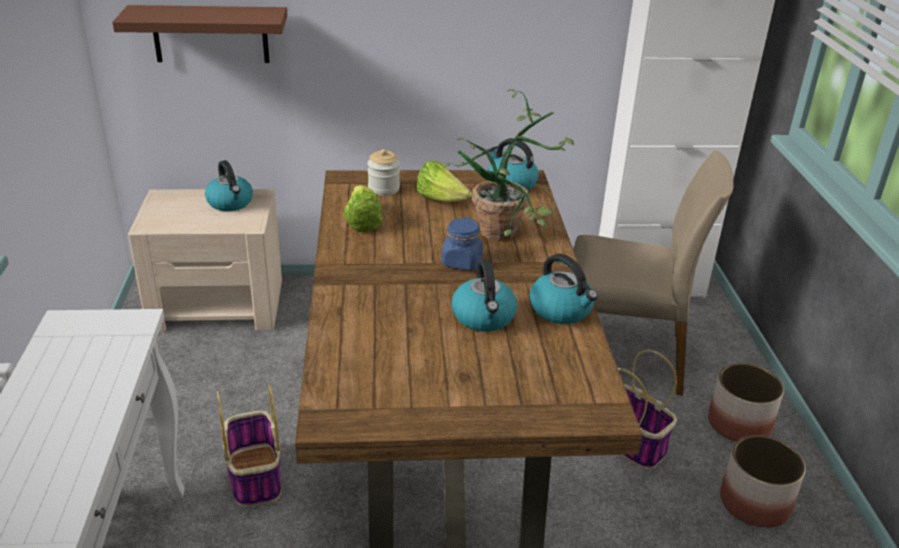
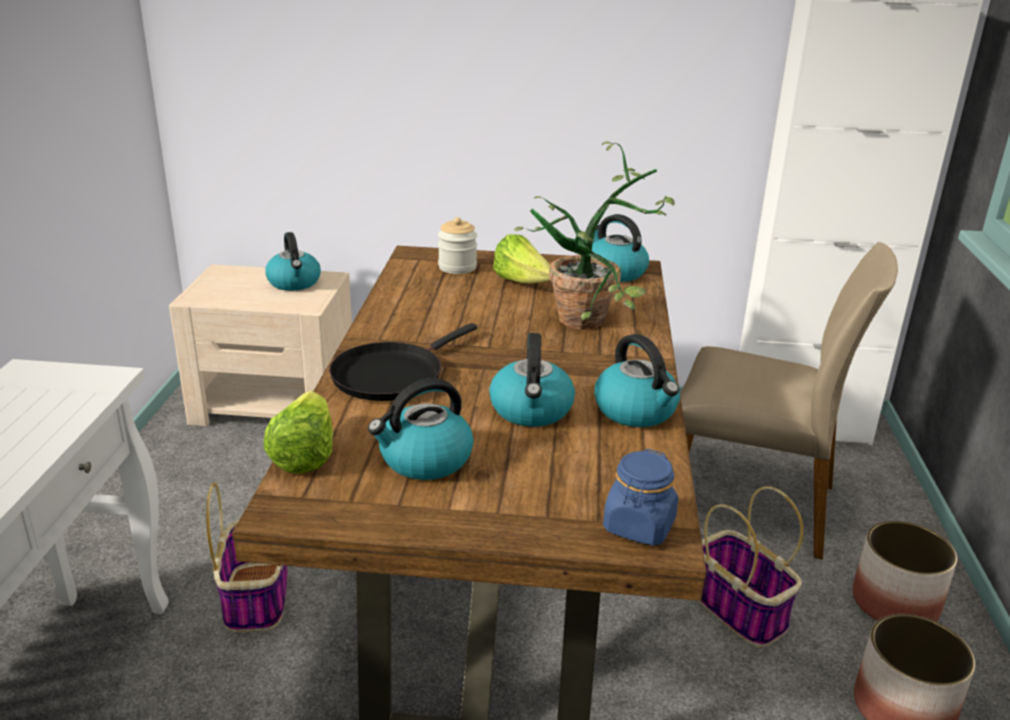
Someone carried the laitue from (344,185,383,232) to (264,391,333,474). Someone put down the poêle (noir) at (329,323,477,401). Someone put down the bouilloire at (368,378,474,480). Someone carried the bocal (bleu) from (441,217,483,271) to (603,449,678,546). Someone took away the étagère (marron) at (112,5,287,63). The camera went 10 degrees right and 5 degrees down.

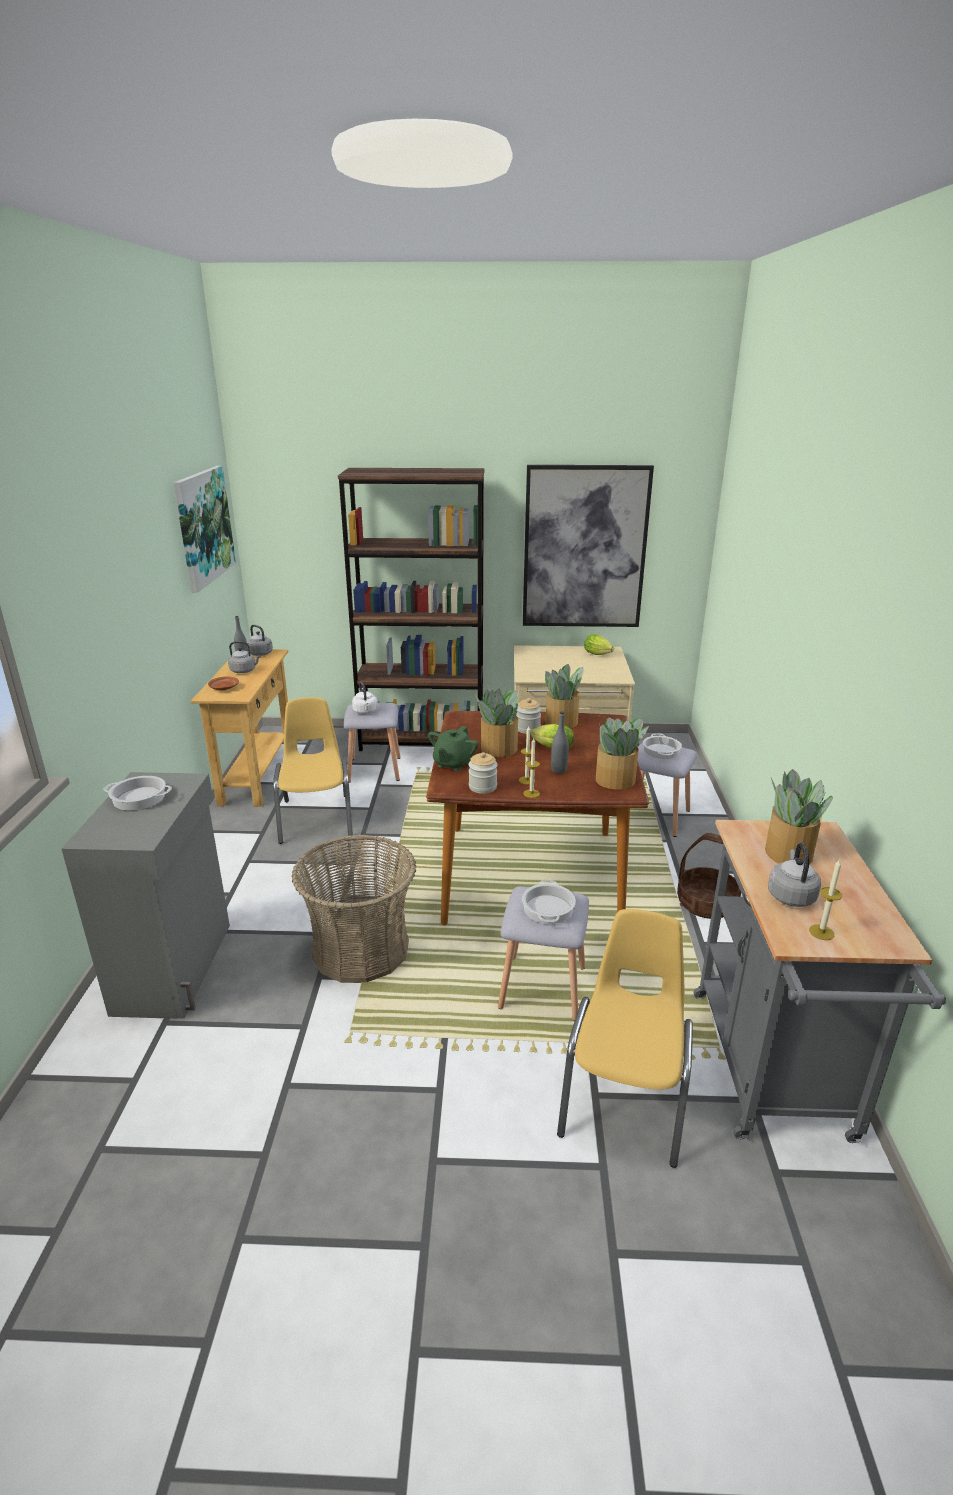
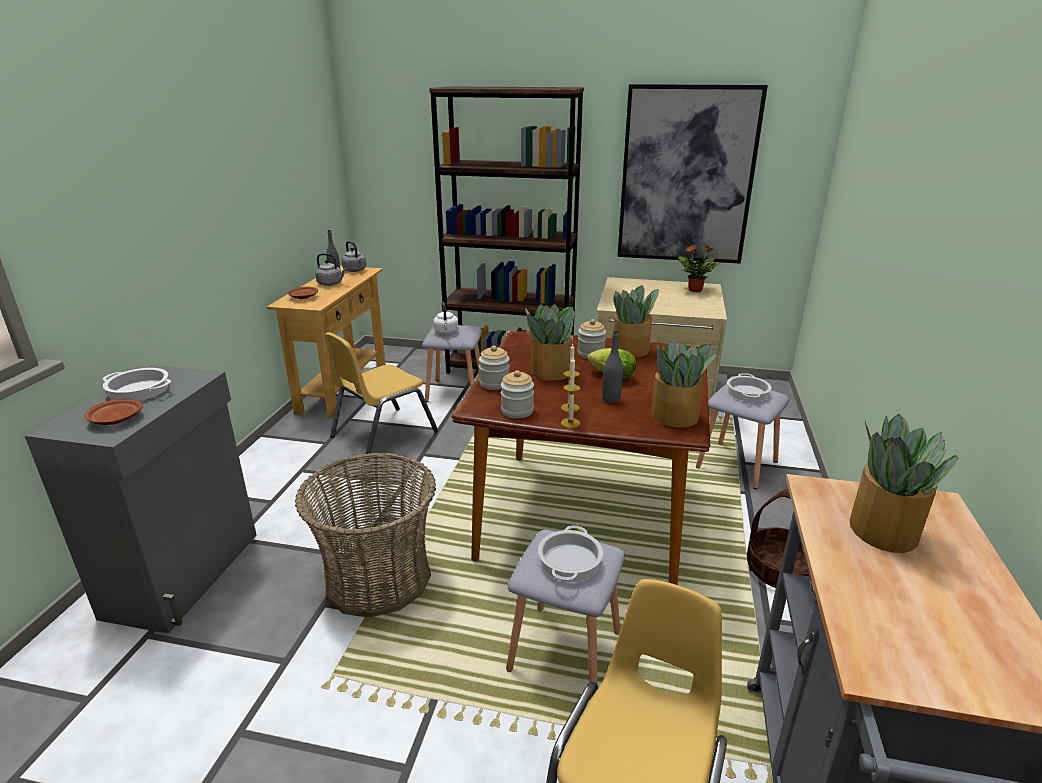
Someone put down the assiette (marron) at (84,399,143,425). Someone rotated the chaise (jaune) at (273,697,353,844) by 135 degrees counterclockwise. Someone swapped the théière (vert) at (428,726,479,771) for the bocal at (479,346,509,390). Someone swapped the laitue at (584,634,614,655) for the plante en pot at (678,244,720,292). Someone took away the tableau at (174,466,236,593). Someone took away the bouilloire (gris) at (768,843,821,907). Someone took away the bougie at (809,859,842,940). The camera went 10 degrees right and 0 degrees up.

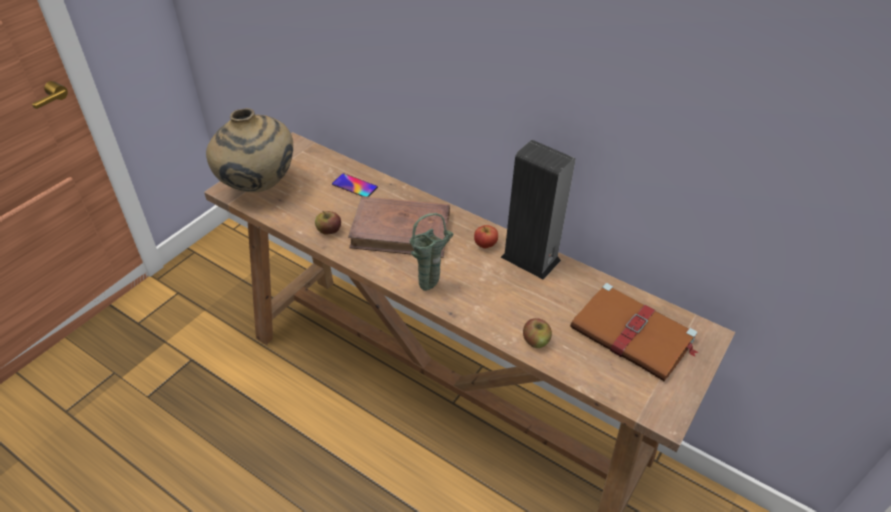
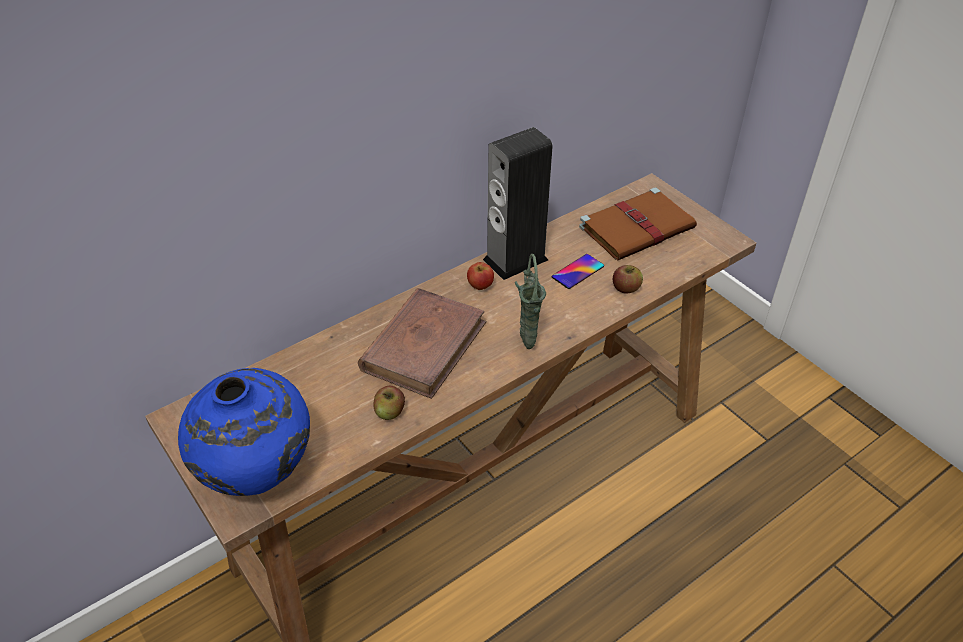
Someone repainted the vase (beige) at (206,108,293,192), which became the vase (bleu) at (178,368,310,496). Someone carried the téléphone from (332,173,378,197) to (552,254,604,289). The camera went 70 degrees left and 0 degrees up.

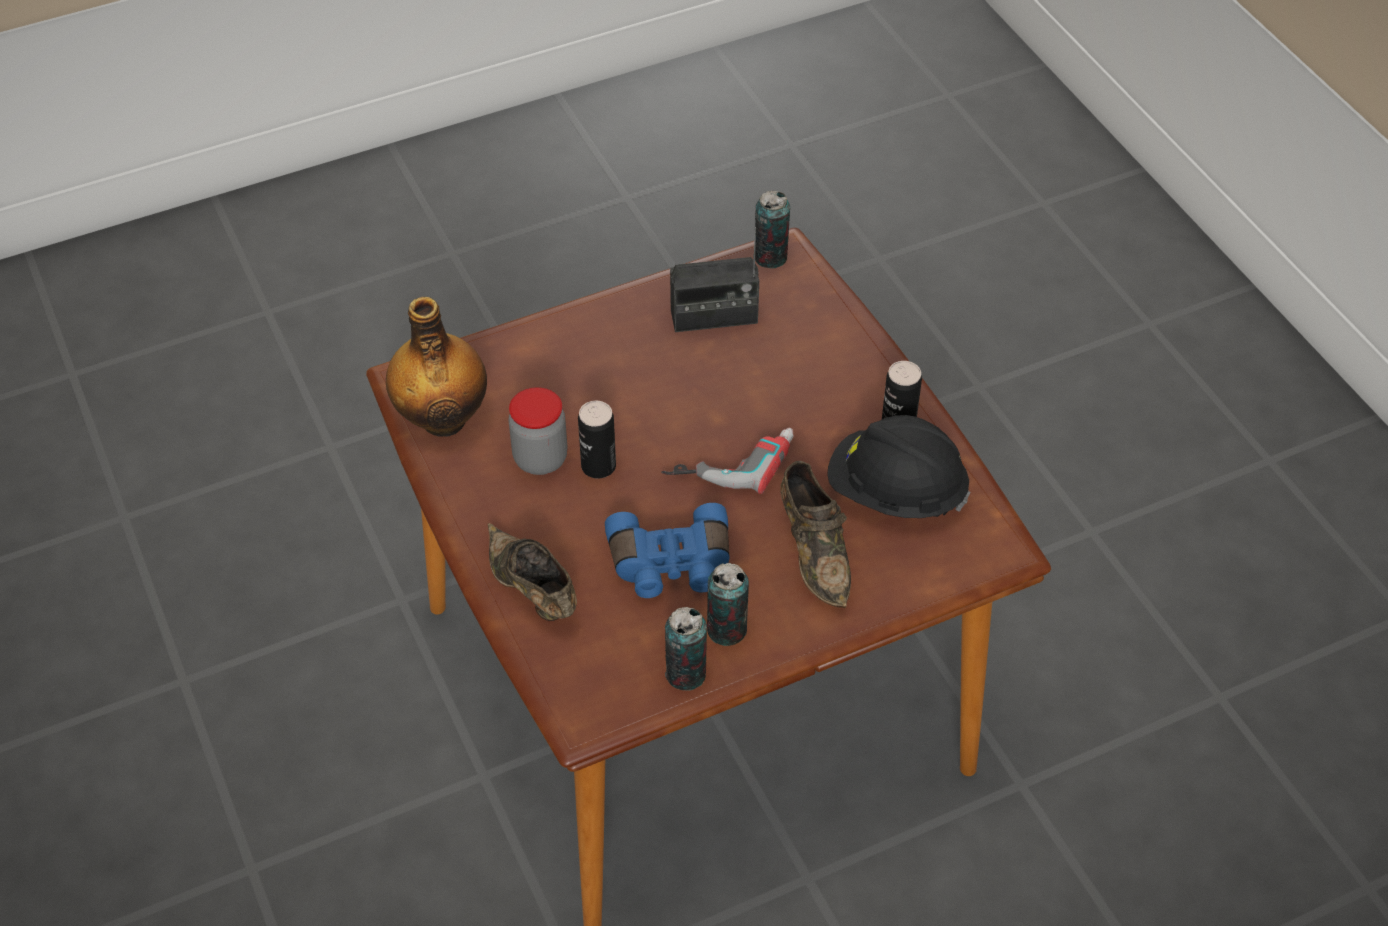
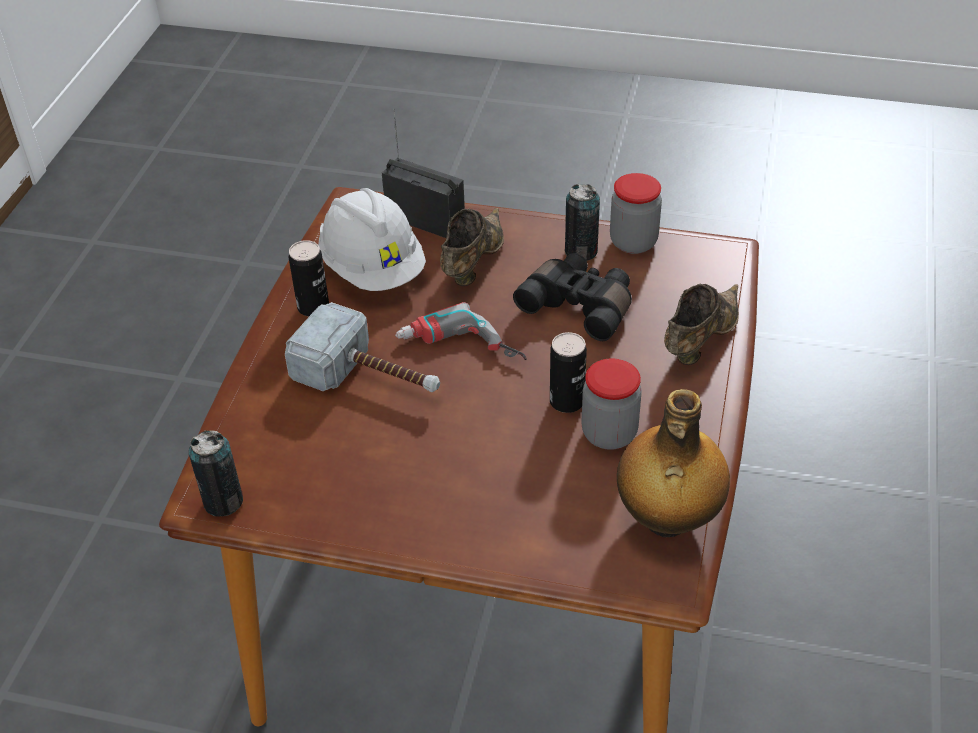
Someone put down the marteau at (285,302,440,392). Someone repainted the casque de chantier (noir) at (827,415,971,518), which became the casque de chantier (blanc) at (318,188,426,291). Someone carried the radio from (670,227,759,332) to (382,109,465,238). Someone repainted the jumelles (bleu) at (605,503,730,598), which became the jumelles (noir) at (513,253,632,341). Someone swapped the boîte métallique at (665,607,707,691) for the bocal at (610,173,662,254). Someone rotated the chaussure (marron) at (488,523,577,621) by 150 degrees counterclockwise. The camera went 140 degrees left and 5 degrees down.

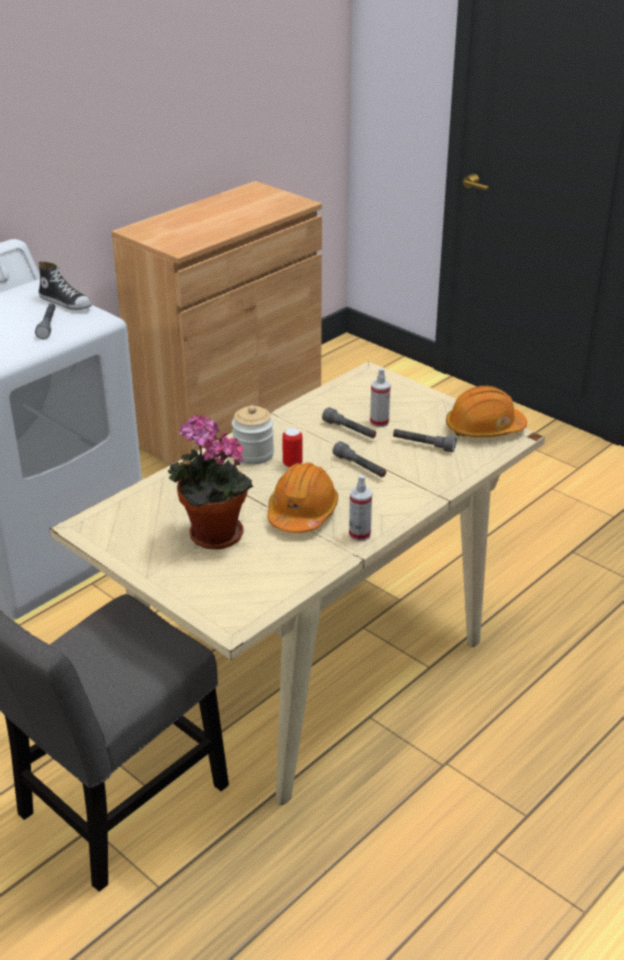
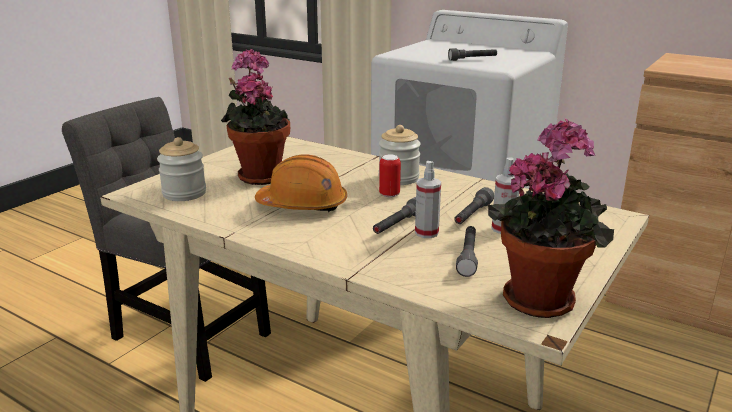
Someone put down the bocal at (157,137,206,201). Someone carried the vaporisateur from (349,475,372,541) to (415,161,441,238). Someone swapped the casque de chantier (orange) at (446,386,527,437) for the plante en pot at (488,118,614,318). Someone took away the chaussure at (38,261,92,310). The camera went 80 degrees right and 10 degrees down.

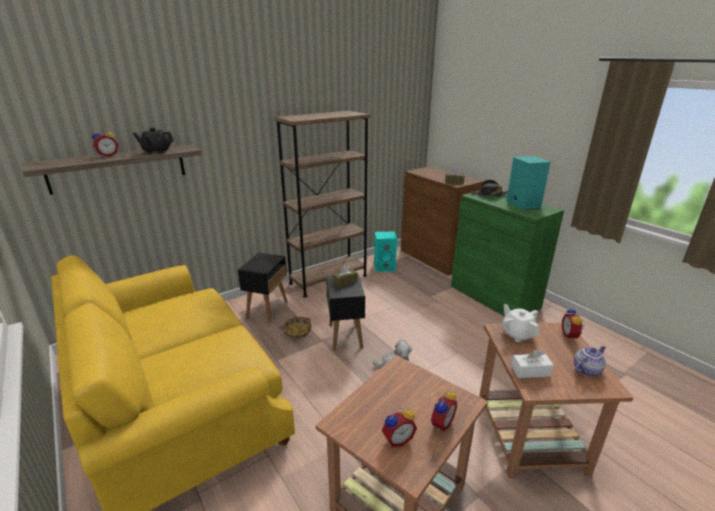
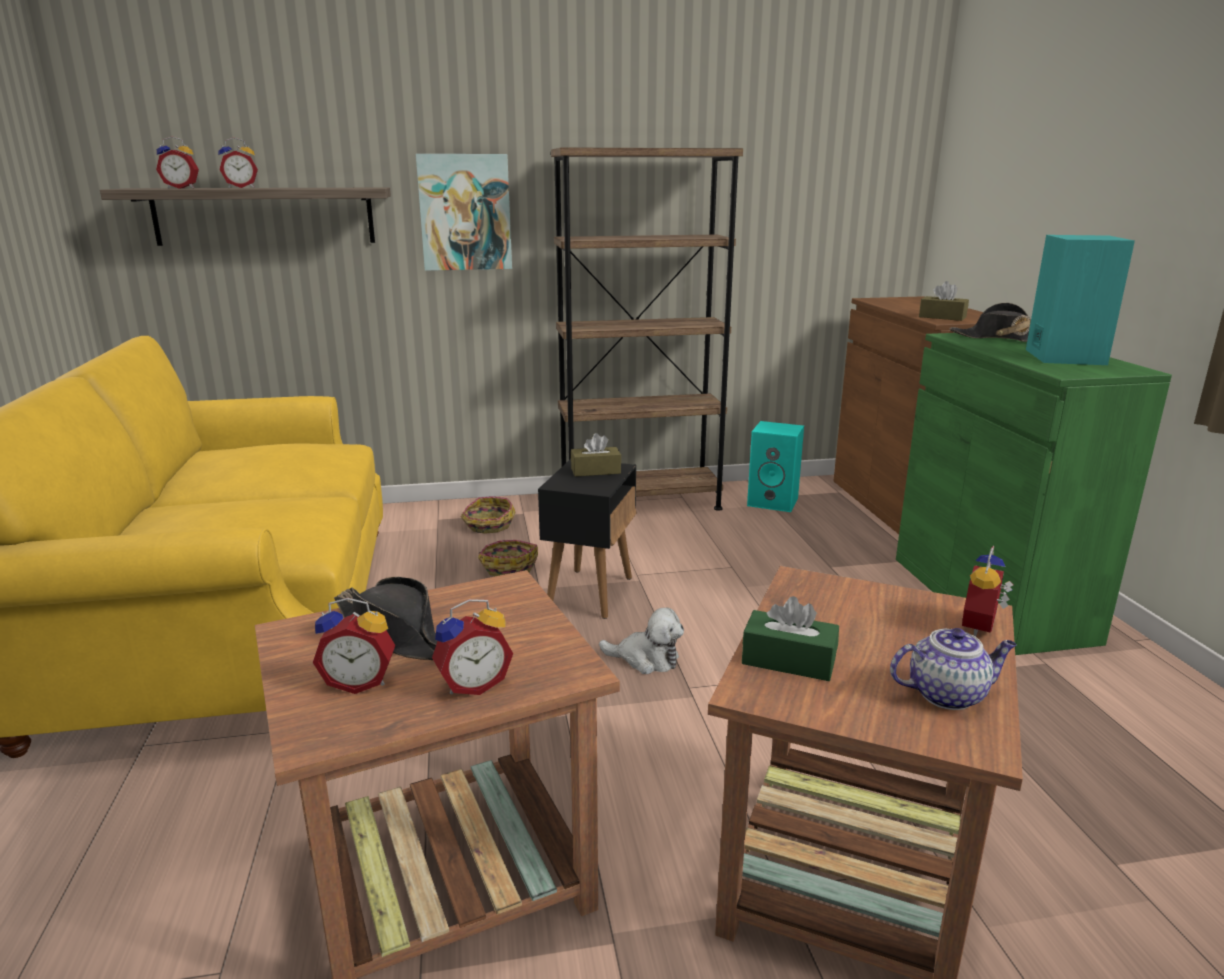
Someone put down the réveil at (156,137,199,189). Someone put down the chapeau (noir) at (334,577,438,660). Someone put up the tableau at (416,154,512,271). Someone swapped the table d'appoint (noir) at (238,253,288,323) for the panier at (461,496,516,534). Someone repainted the boîte à mouchoirs (blanc) at (511,349,554,378), which became the boîte à mouchoirs (vert) at (742,596,839,681). Someone took away the théière (noir) at (133,128,174,154). Someone took away the théière (blanc) at (502,304,539,342). The camera went 25 degrees right and 5 degrees down.

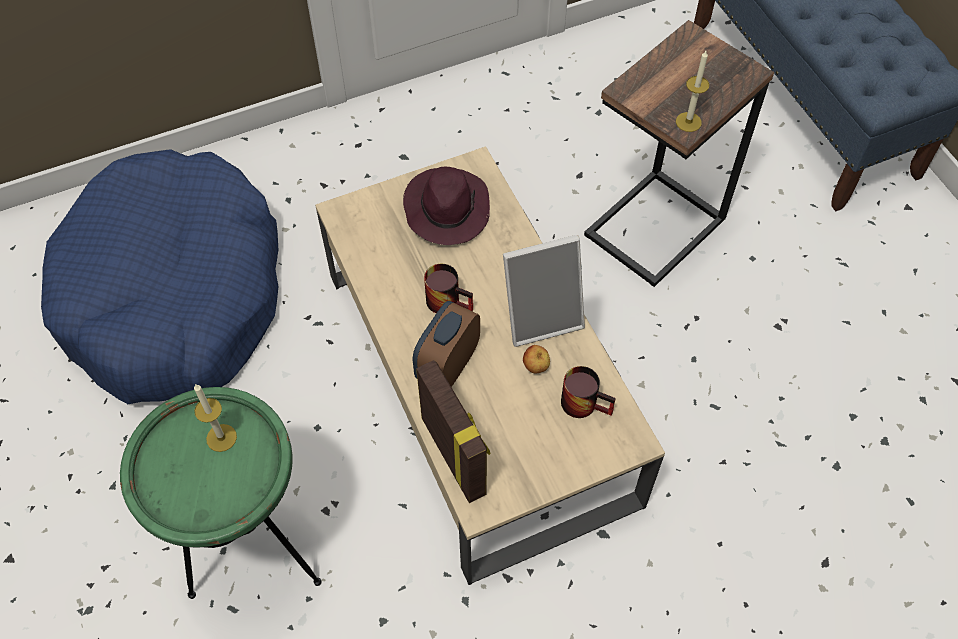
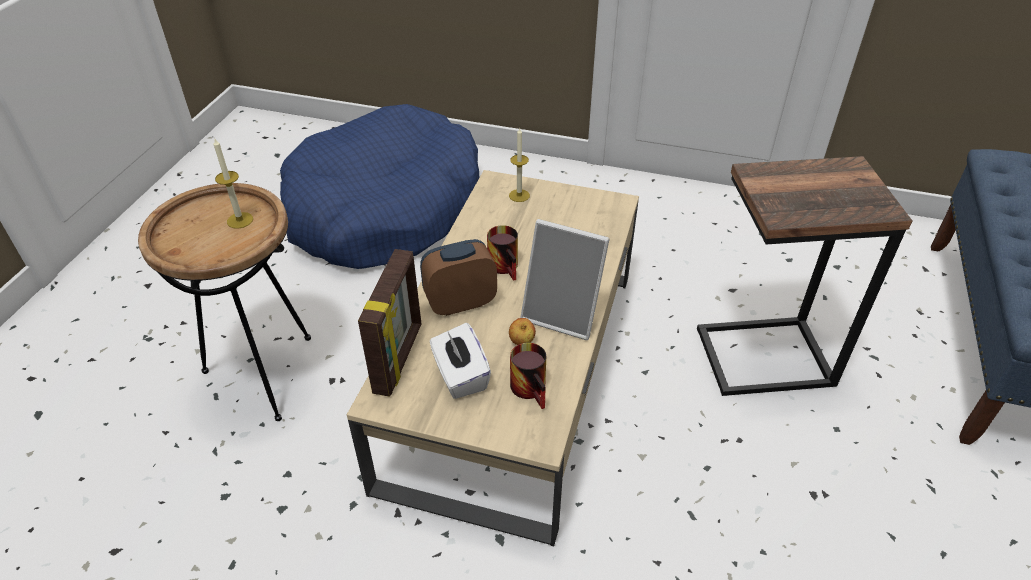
Someone repainted the table d'appoint (vert) at (120,387,322,599), which became the table d'appoint (marron) at (138,183,311,421). Someone put down the boîte à mouchoirs (blanc) at (430,323,491,399). Someone carried the bougie from (676,51,709,132) to (509,128,530,202). Someone took away the chapeau (violet) at (403,167,490,245). The camera went 40 degrees right and 15 degrees down.

